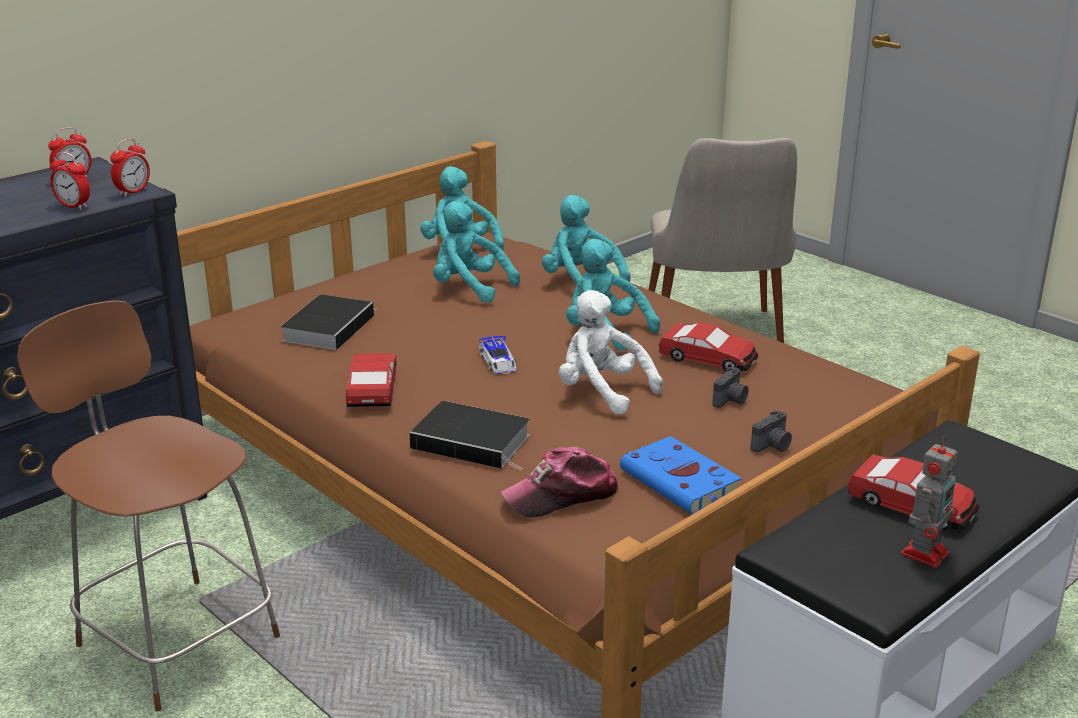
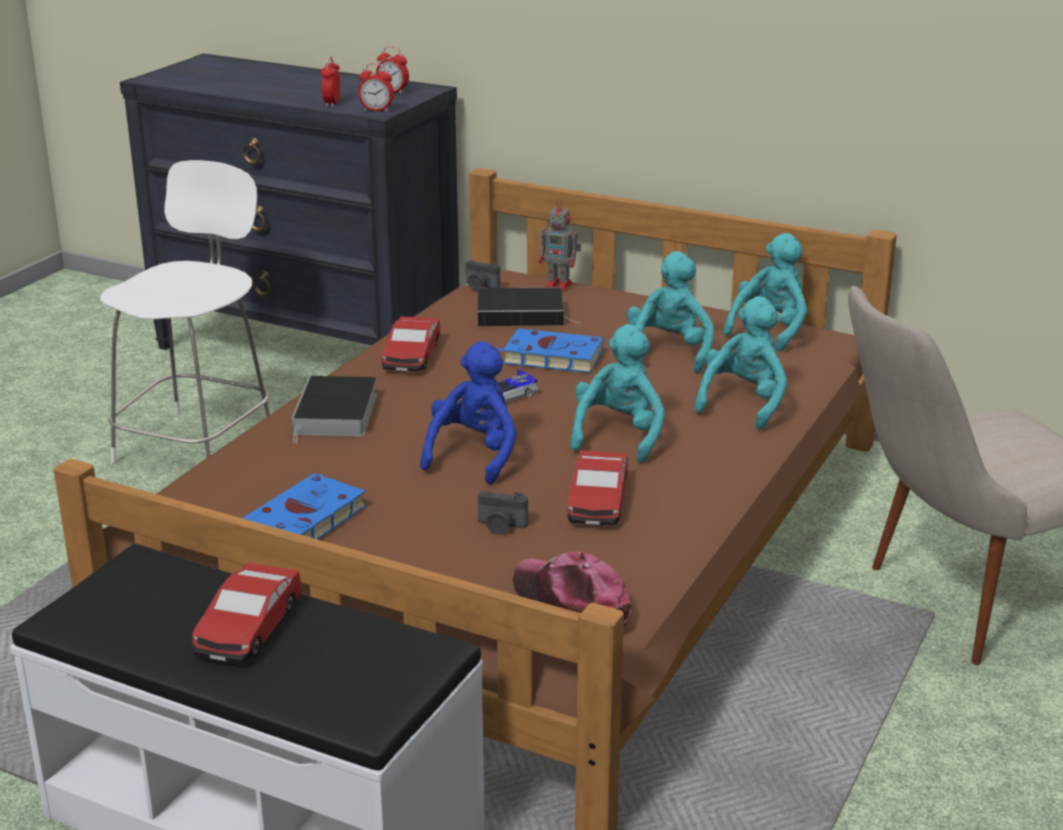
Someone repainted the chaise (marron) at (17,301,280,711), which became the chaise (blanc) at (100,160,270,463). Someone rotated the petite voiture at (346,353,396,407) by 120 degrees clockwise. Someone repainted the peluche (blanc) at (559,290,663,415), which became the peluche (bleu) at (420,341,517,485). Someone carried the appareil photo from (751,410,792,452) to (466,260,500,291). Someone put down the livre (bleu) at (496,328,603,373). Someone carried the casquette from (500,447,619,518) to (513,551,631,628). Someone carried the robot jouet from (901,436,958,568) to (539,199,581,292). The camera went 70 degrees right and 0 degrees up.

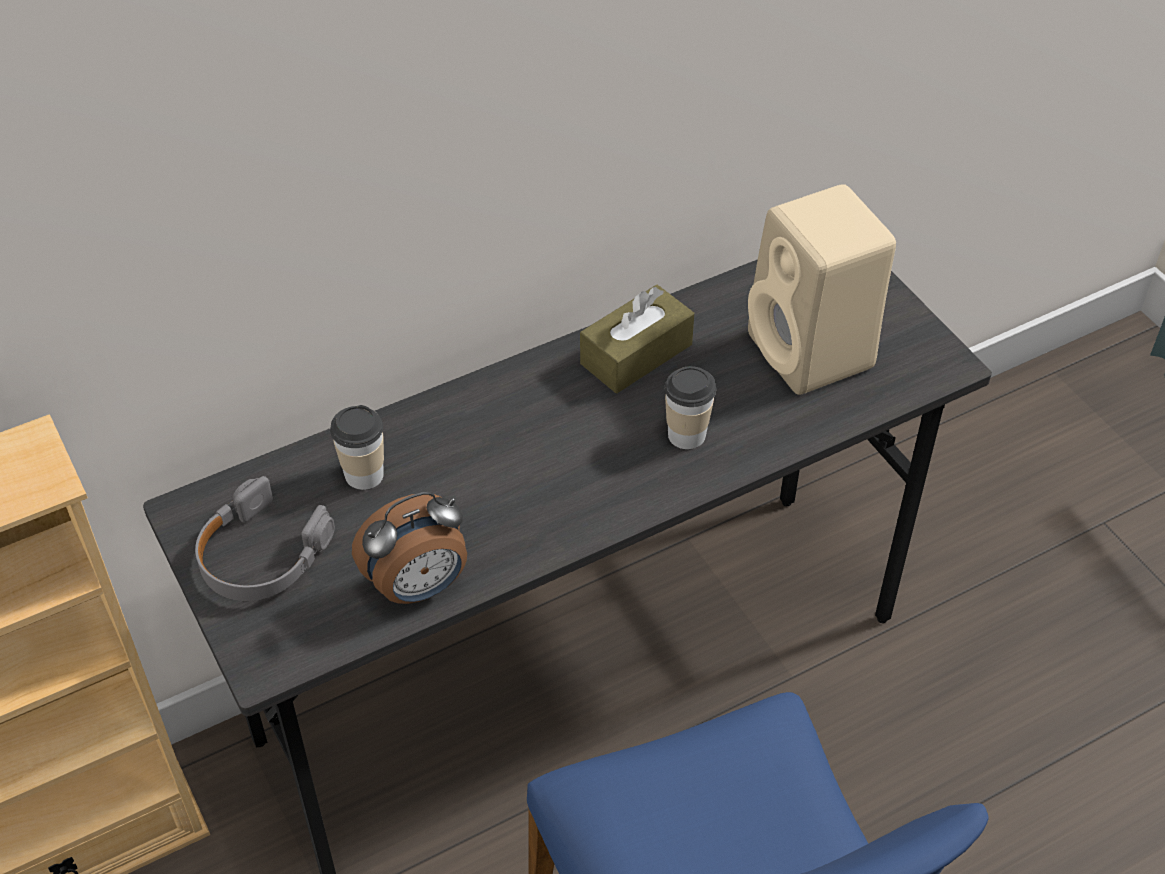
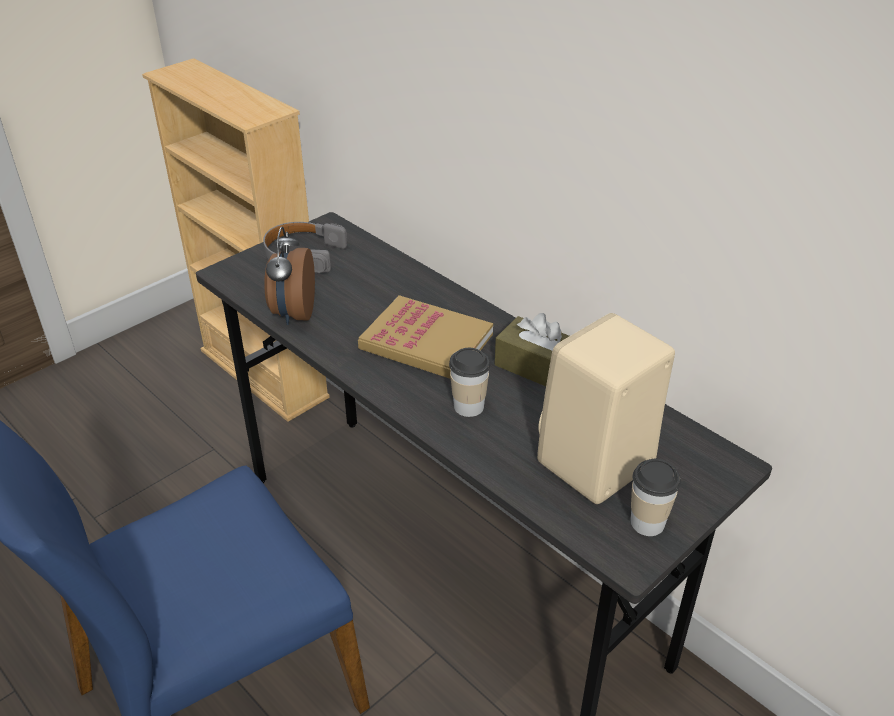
Someone rotated the réveil at (352,492,467,604) by 45 degrees clockwise. Someone put down the livre at (358,295,493,379). Someone carried the tasse from (330,405,384,490) to (631,459,681,536). The camera went 75 degrees right and 10 degrees down.

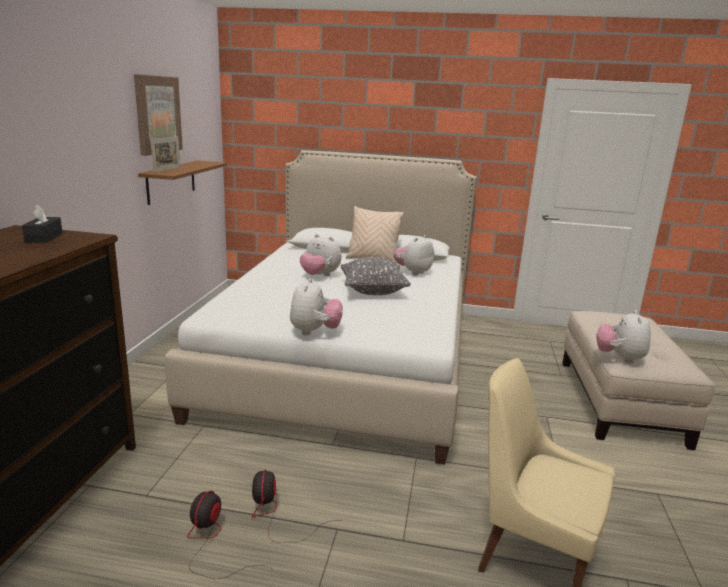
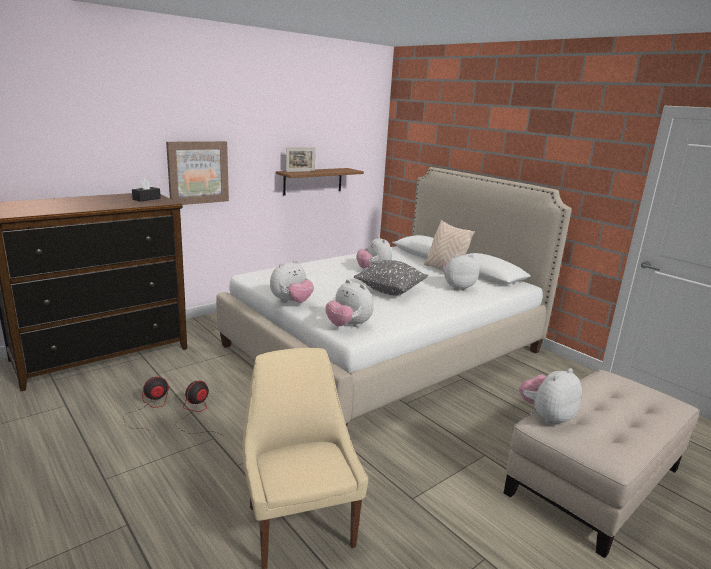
Someone carried the tableau from (134,74,183,156) to (166,141,229,205). Someone put down the peluche at (325,279,374,327). The camera went 40 degrees right and 0 degrees up.

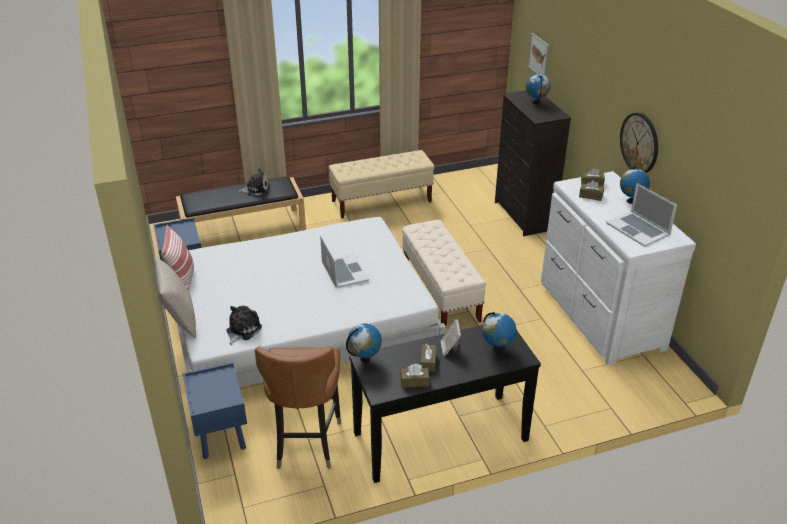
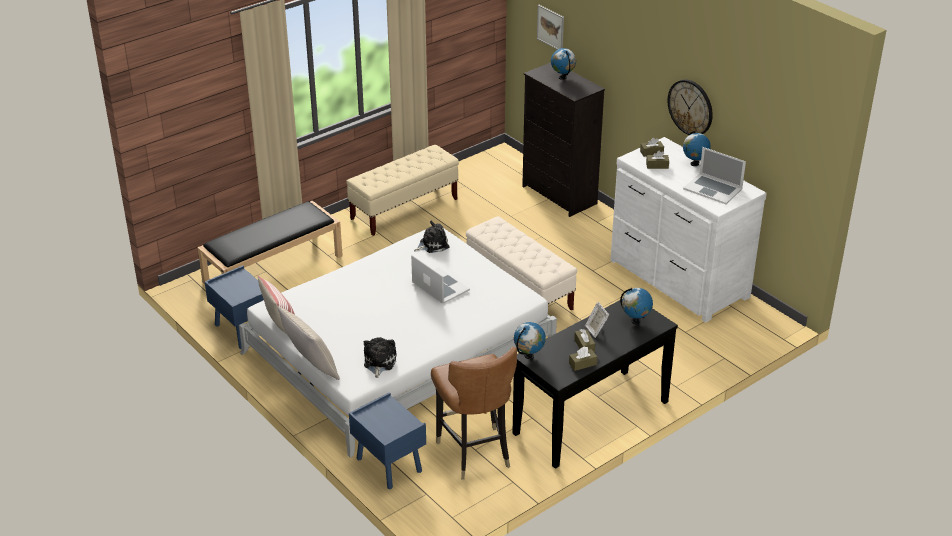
Someone carried the peluche from (238,169,269,196) to (414,221,450,253). The camera went 20 degrees left and 0 degrees up.

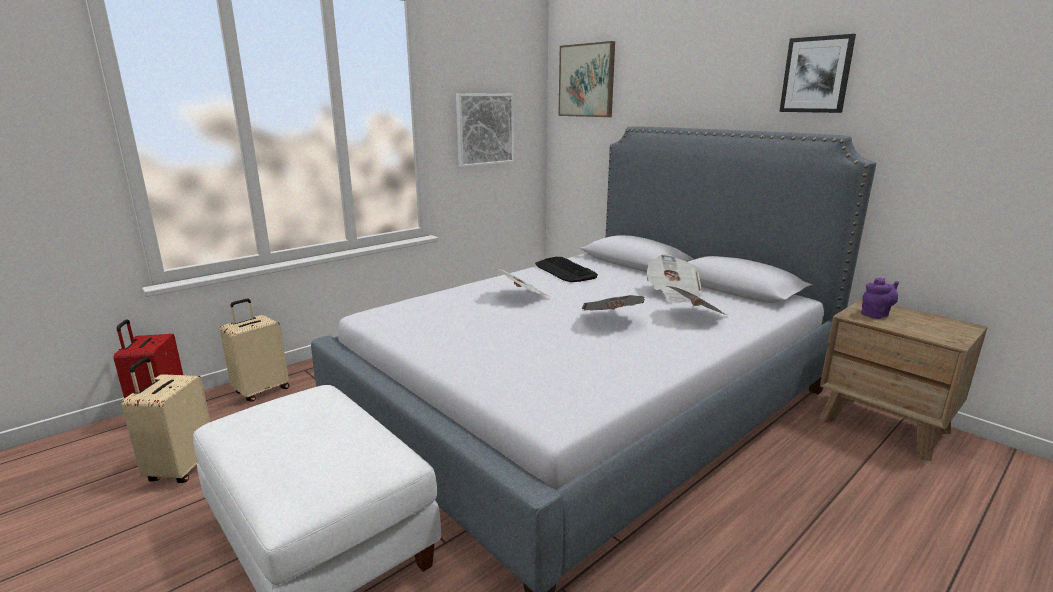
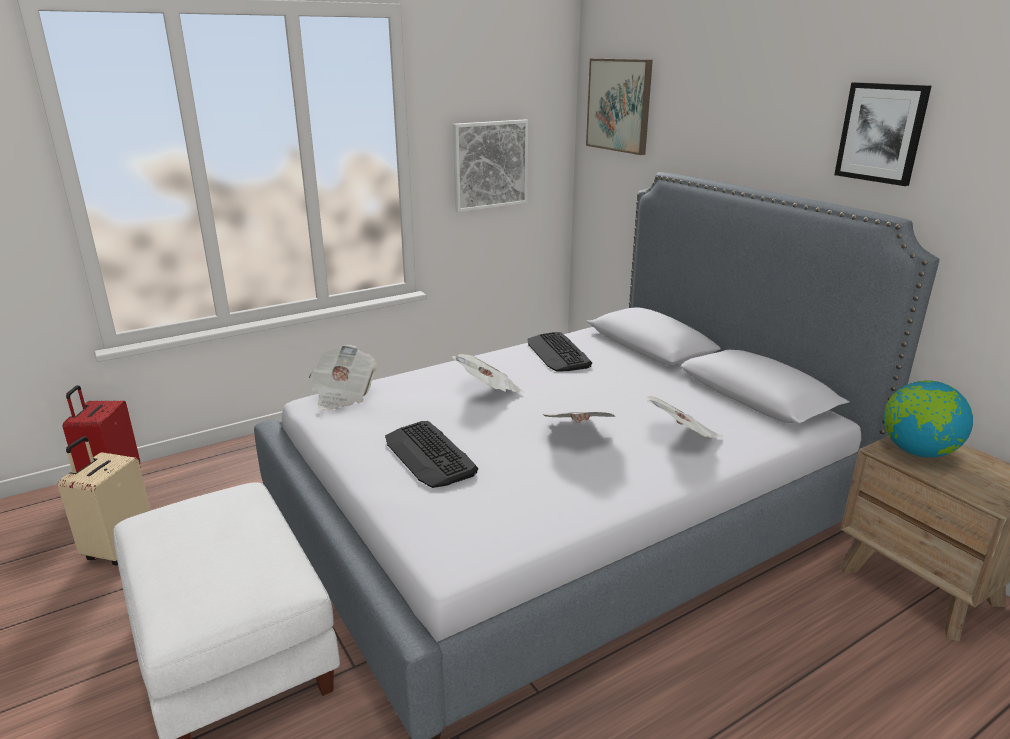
Someone carried the journal from (646,254,702,303) to (309,345,377,410). Someone put down the clavier at (385,421,478,488). Someone swapped the théière (violet) at (861,278,899,319) for the globe at (884,380,973,457). Someone took away the valise (beige) at (220,299,290,402). The camera went 10 degrees right and 5 degrees up.

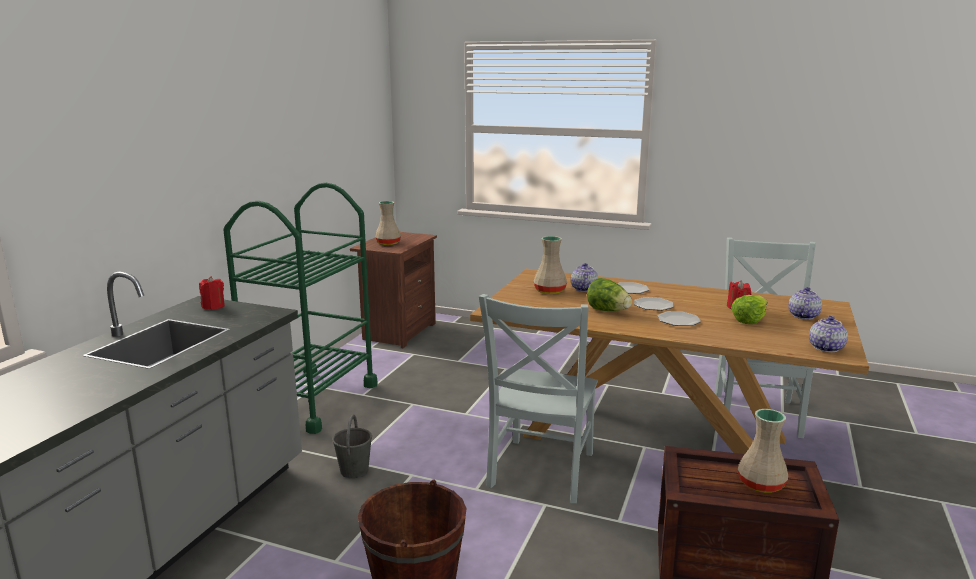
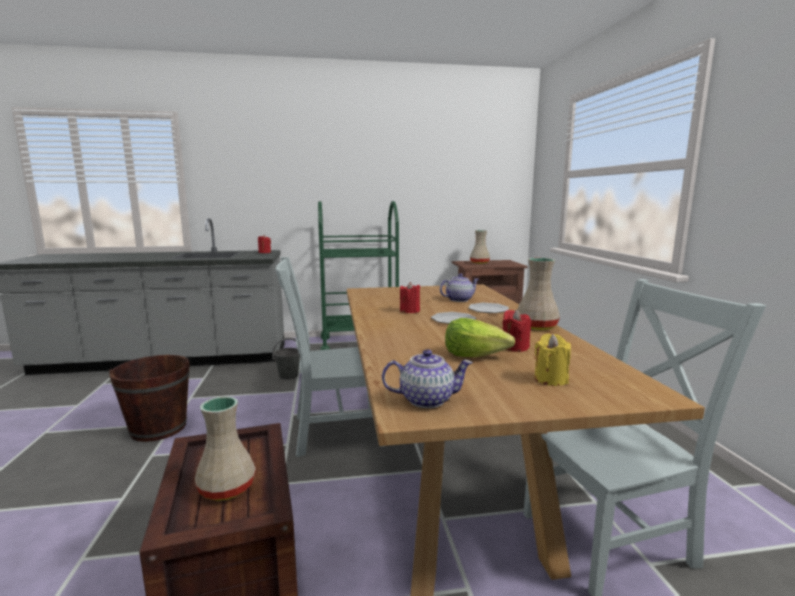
Someone swapped the laitue at (587,278,632,311) for the bougie (rouge) at (400,282,420,313). Someone carried the vase (beige) from (533,236,567,294) to (517,258,560,330). Someone swapped the théière at (788,287,822,320) for the bougie (jaune) at (534,333,571,386). Someone took away the assiette at (657,311,701,326). The camera went 60 degrees right and 5 degrees down.

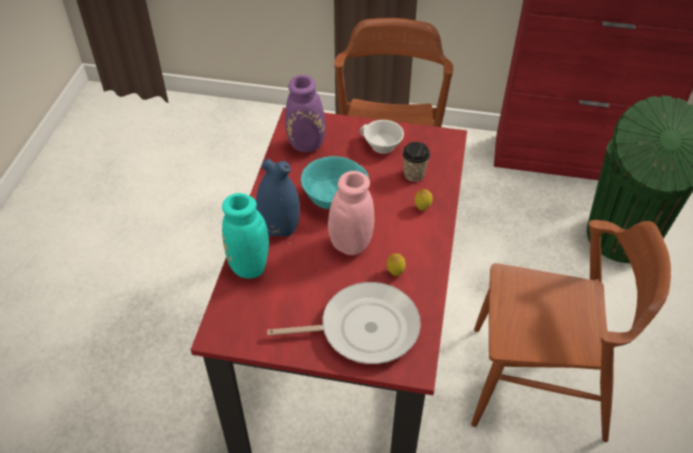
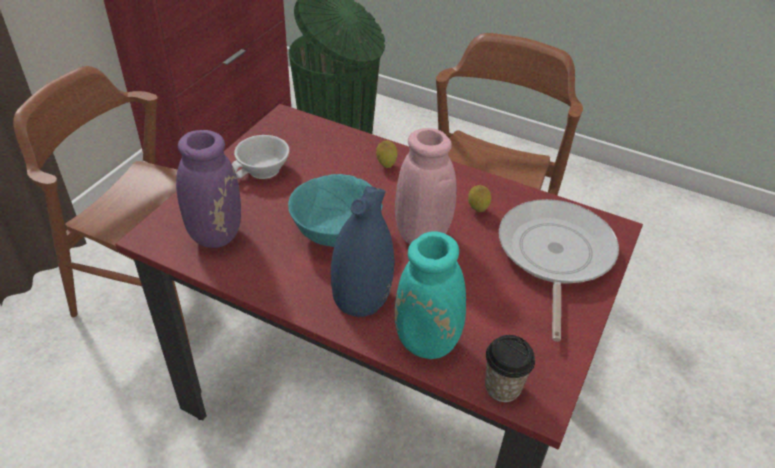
Someone carried the tasse from (403,142,430,182) to (485,335,535,402). The camera went 75 degrees left and 5 degrees down.

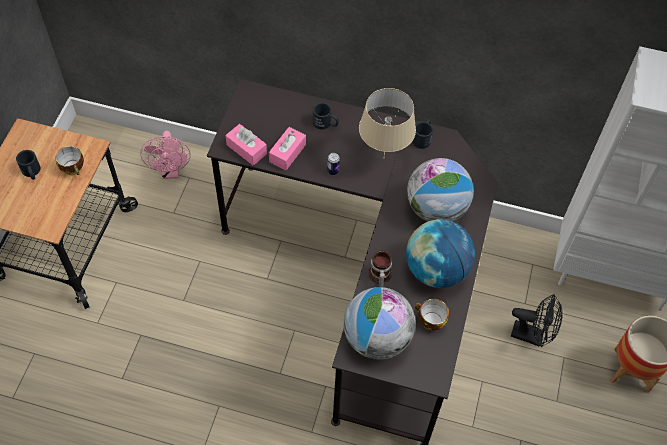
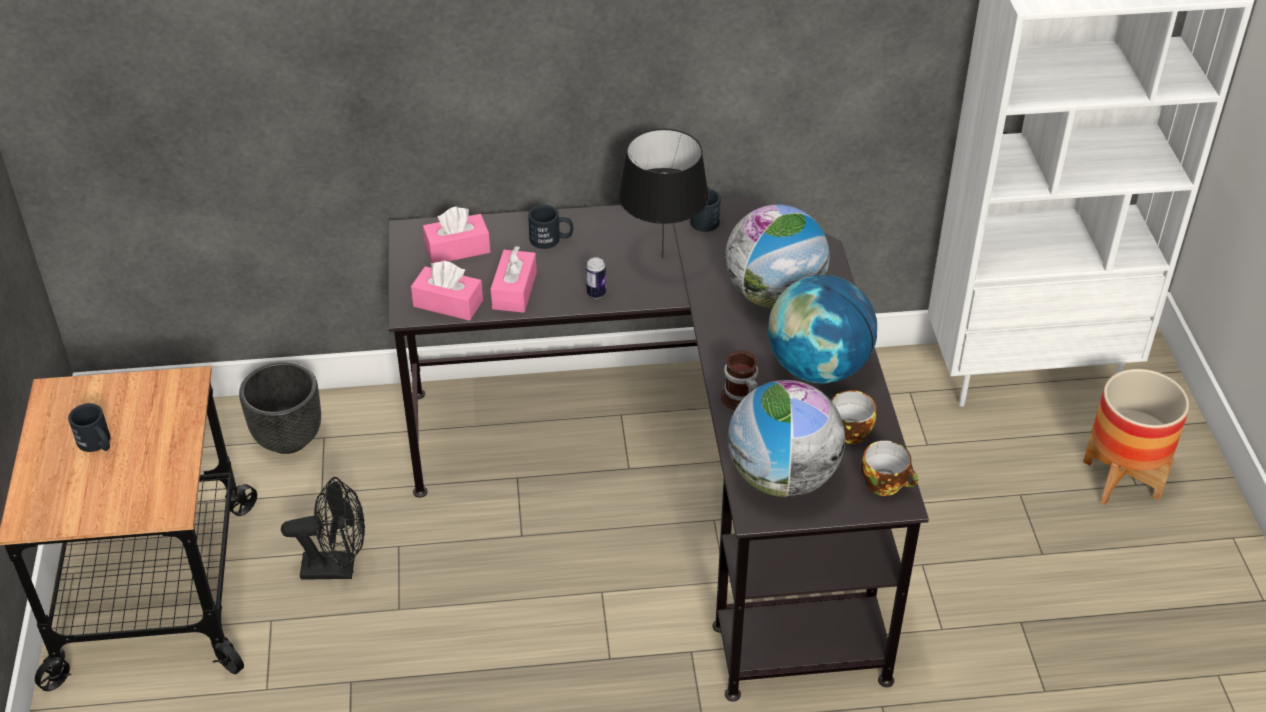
Someone swapped the ventilateur (rose) at (140,131,191,179) for the cache-pot (noir) at (239,362,321,454). Someone carried the ventilateur (noir) from (511,294,563,347) to (281,477,365,580). Someone put down the boîte à mouchoirs (rose) at (423,207,490,263). Someone repainted the lampe de table (beige) at (359,88,416,157), which became the lampe de table (noir) at (619,129,709,259). Someone carried the tasse from (55,146,84,175) to (861,440,918,496). The camera went 20 degrees left and 15 degrees down.

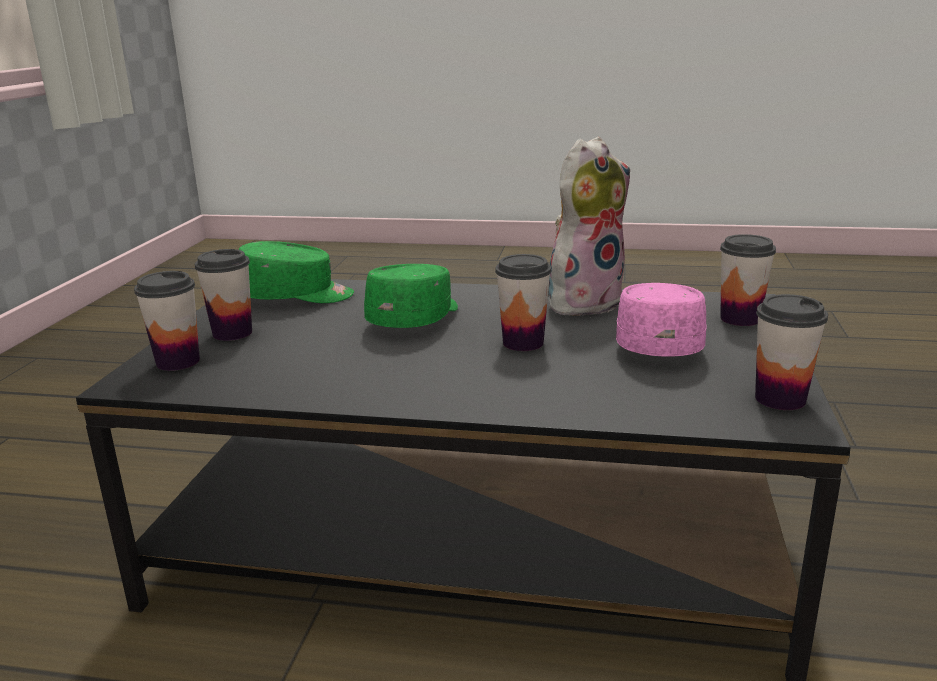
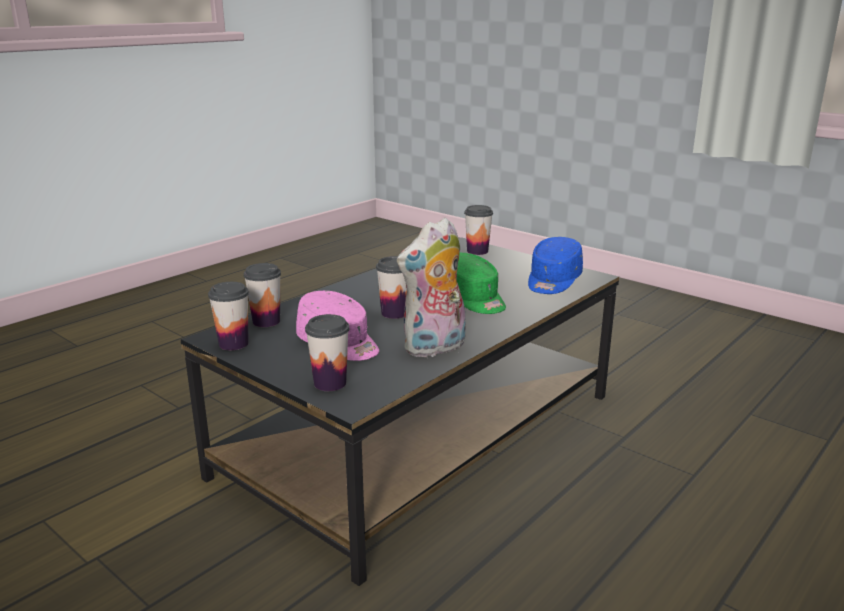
Someone carried the tasse from (195,249,252,341) to (244,263,281,327). Someone rotated the peluche at (548,137,630,316) by 60 degrees clockwise. Someone repainted the casquette (vert) at (239,241,354,303), which became the casquette (bleu) at (528,237,583,294). The camera went 120 degrees right and 0 degrees up.

